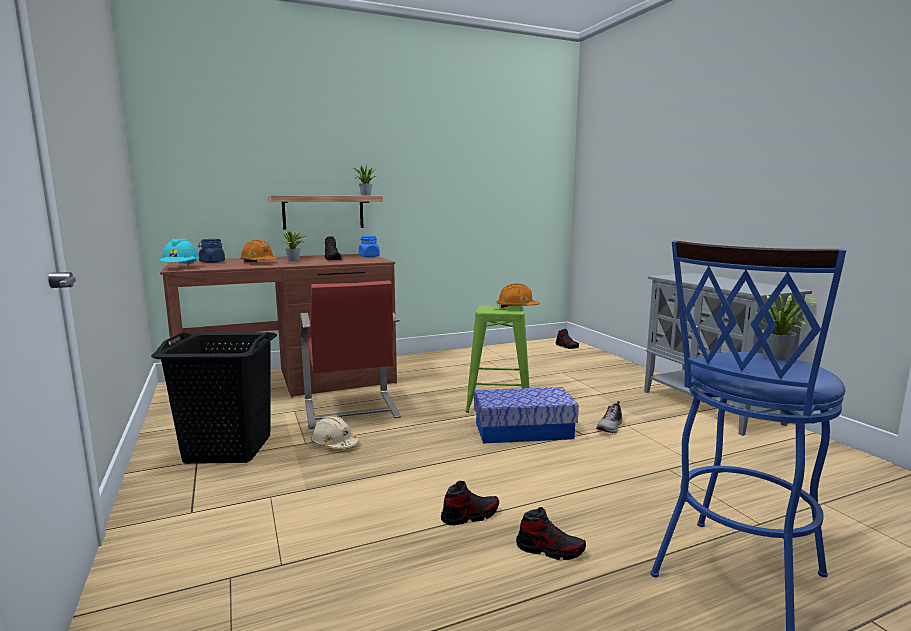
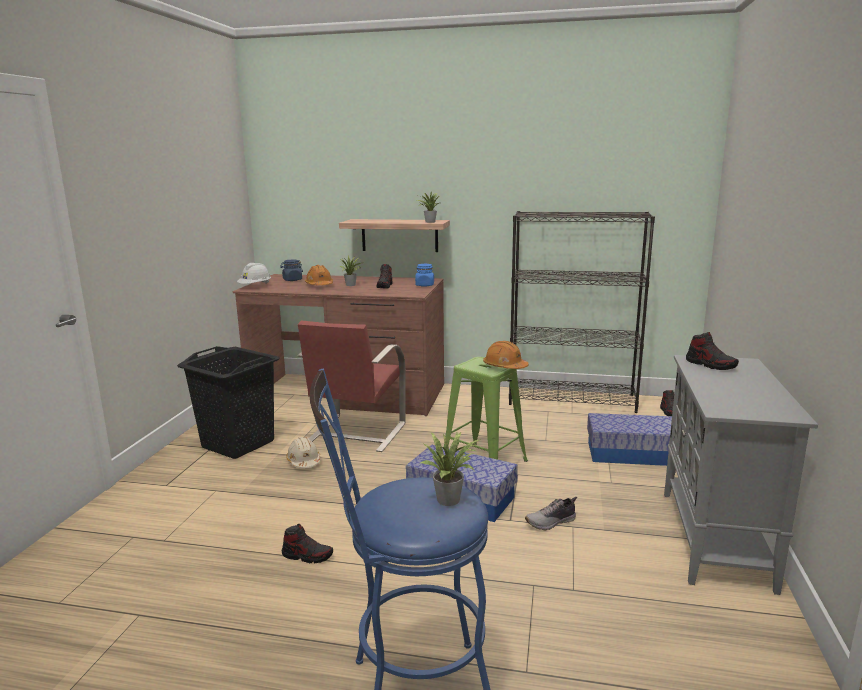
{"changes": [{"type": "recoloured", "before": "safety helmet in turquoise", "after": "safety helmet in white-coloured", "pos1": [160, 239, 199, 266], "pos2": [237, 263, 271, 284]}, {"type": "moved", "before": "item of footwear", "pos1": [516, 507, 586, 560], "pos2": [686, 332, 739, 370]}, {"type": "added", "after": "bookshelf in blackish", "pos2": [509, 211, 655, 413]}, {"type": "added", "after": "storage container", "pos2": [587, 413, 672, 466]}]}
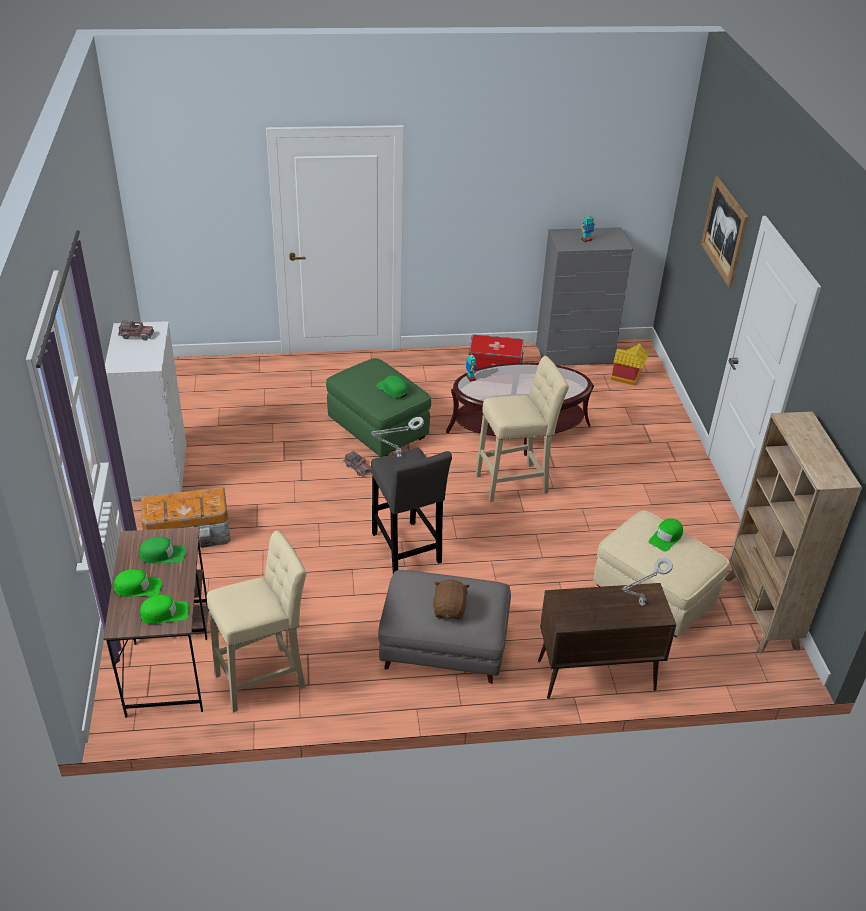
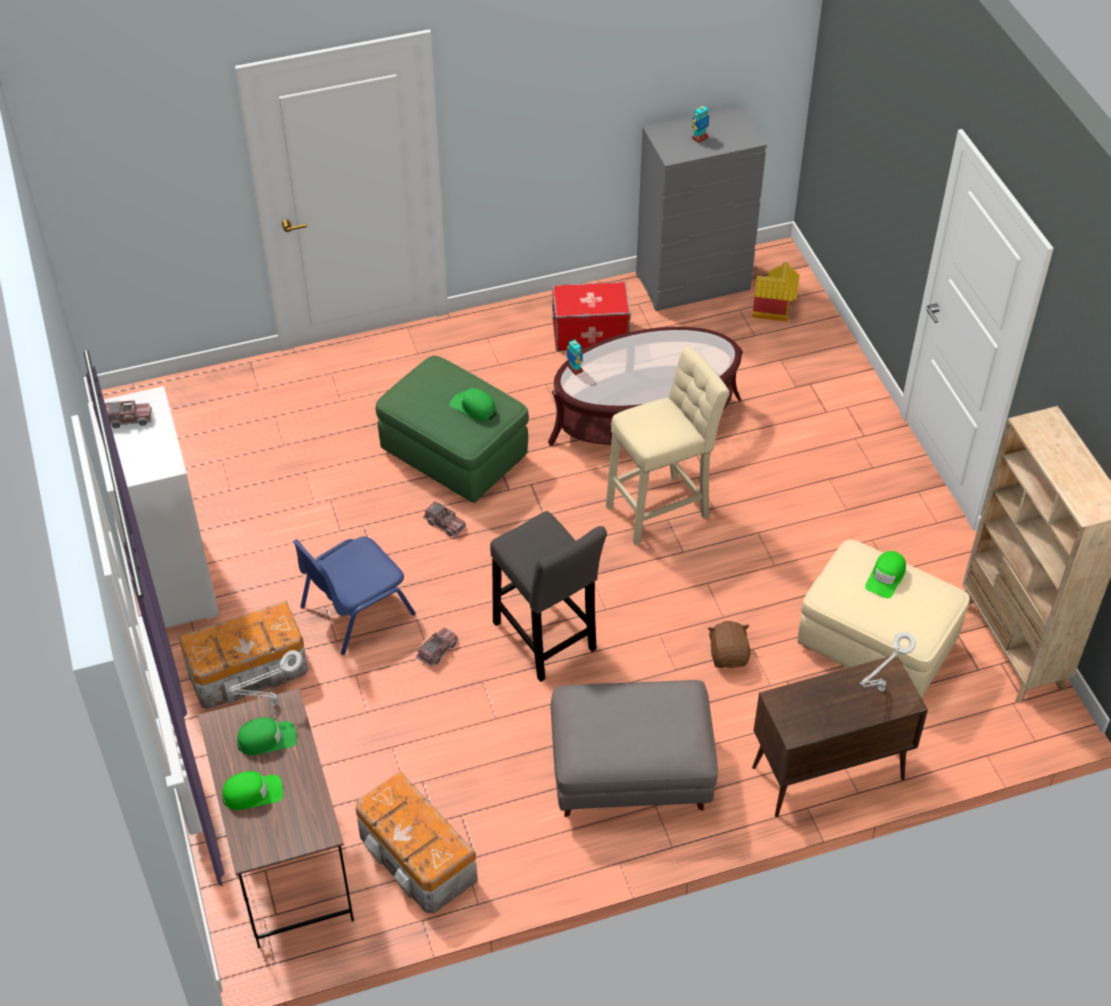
{"changes": [{"type": "removed", "before": "cap in green-coloured", "pos1": [140, 594, 189, 624]}, {"type": "replaced", "before": "sitting stool in beige-coloured", "after": "storage container", "pos1": [207, 530, 306, 713], "pos2": [356, 771, 478, 913]}, {"type": "moved", "before": "lamp for a table in grey", "pos1": [371, 417, 424, 457], "pos2": [229, 650, 302, 706]}, {"type": "moved", "before": "cuddly toy in brown", "pos1": [433, 579, 470, 620], "pos2": [708, 621, 751, 668]}, {"type": "removed", "before": "wall picture", "pos1": [701, 177, 748, 288]}, {"type": "added", "after": "plain chair in blue-coloured", "pos2": [293, 537, 416, 655]}, {"type": "added", "after": "toy lorry", "pos2": [416, 628, 458, 667]}]}
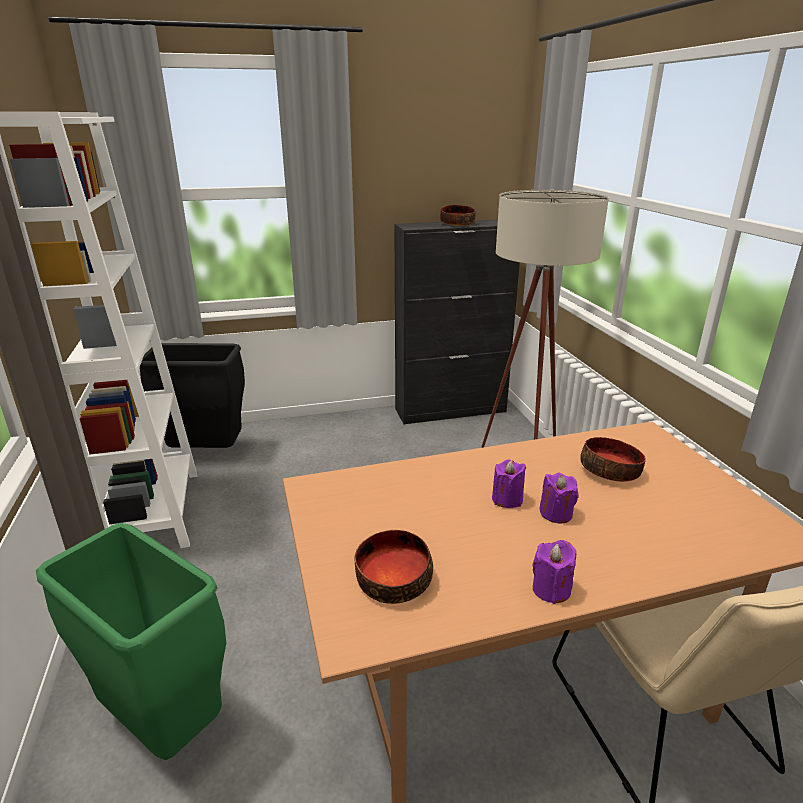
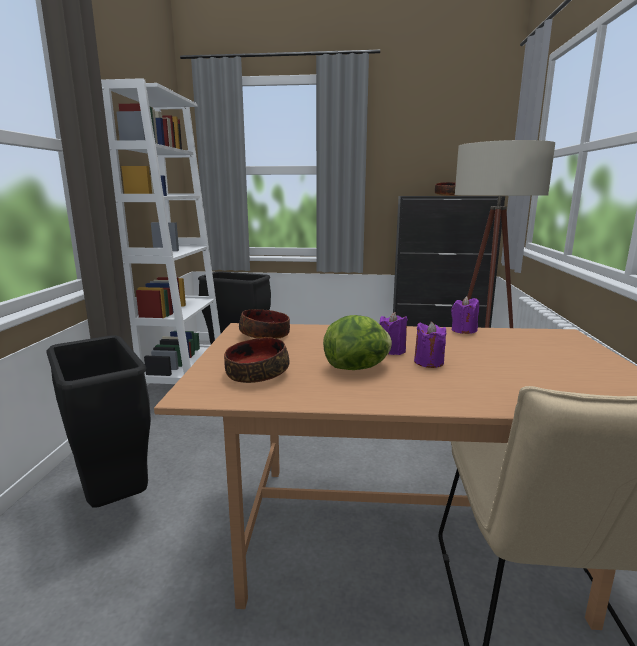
{"changes": [{"type": "recoloured", "before": "trash can in green-coloured", "after": "trash can in blackish", "pos1": [36, 523, 226, 760], "pos2": [47, 335, 151, 508]}, {"type": "moved", "before": "candle in purplish", "pos1": [533, 540, 576, 604], "pos2": [451, 296, 479, 334]}, {"type": "moved", "before": "bowl", "pos1": [580, 437, 646, 482], "pos2": [239, 309, 290, 339]}, {"type": "added", "after": "lettuce", "pos2": [323, 315, 392, 370]}]}
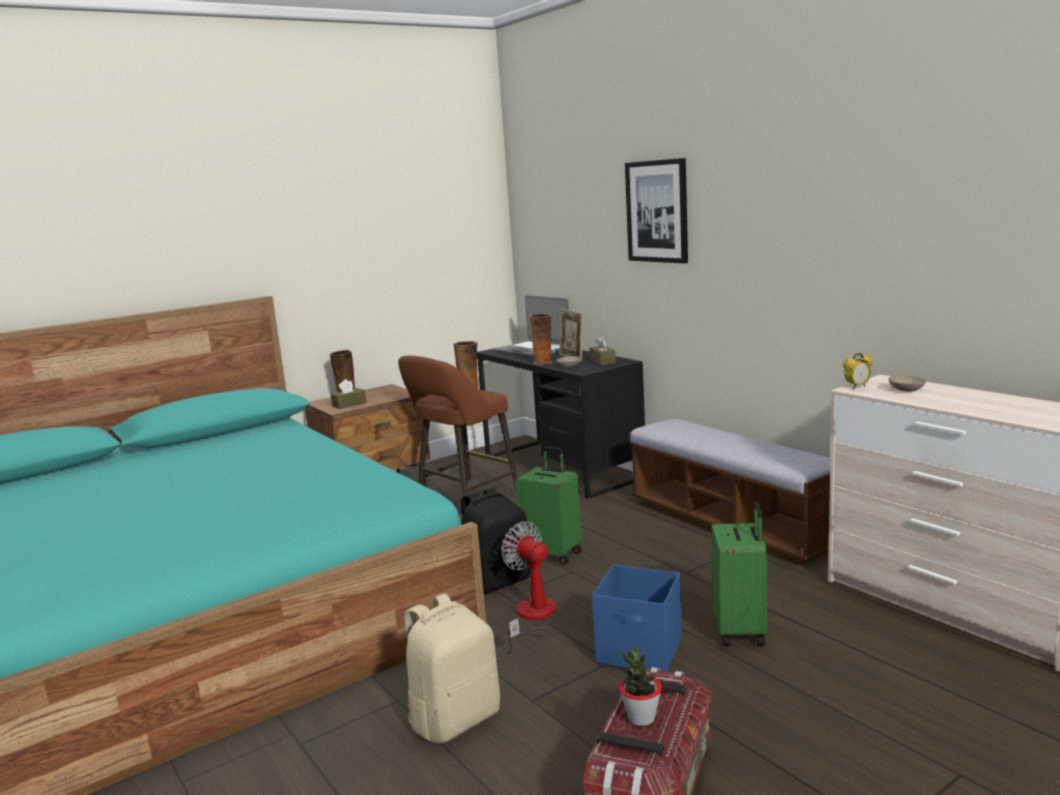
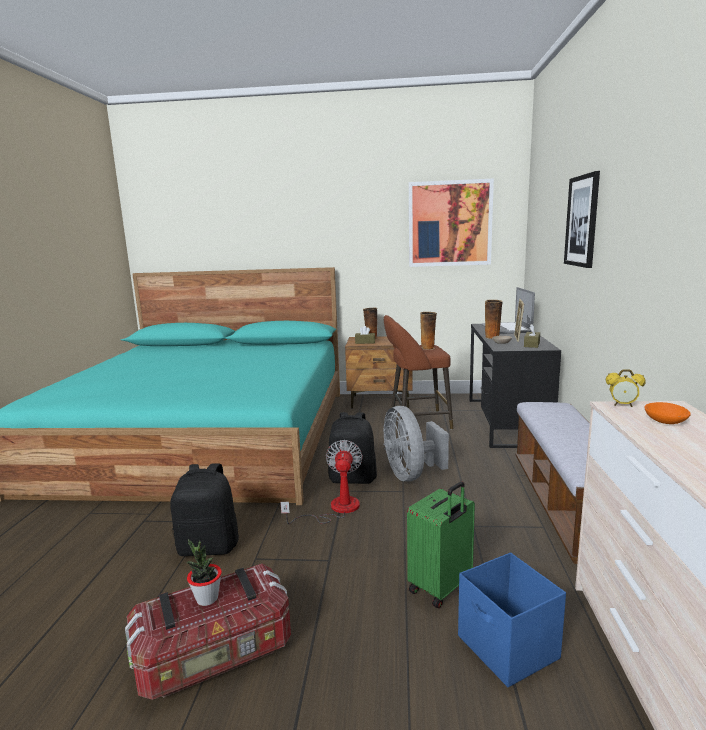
{"changes": [{"type": "recoloured", "before": "rucksack in beige-coloured", "after": "rucksack in blackish", "pos1": [404, 593, 500, 744], "pos2": [170, 463, 239, 556]}, {"type": "replaced", "before": "piece of luggage in green-coloured", "after": "cooling fan in grey", "pos1": [515, 446, 582, 564], "pos2": [383, 406, 449, 482]}, {"type": "moved", "before": "storage container in blue-coloured", "pos1": [592, 565, 682, 672], "pos2": [458, 553, 566, 687]}, {"type": "recoloured", "before": "bowl in beige-coloured", "after": "bowl in orange", "pos1": [888, 375, 926, 392], "pos2": [645, 402, 691, 424]}, {"type": "added", "after": "wall picture", "pos2": [409, 179, 494, 267]}]}
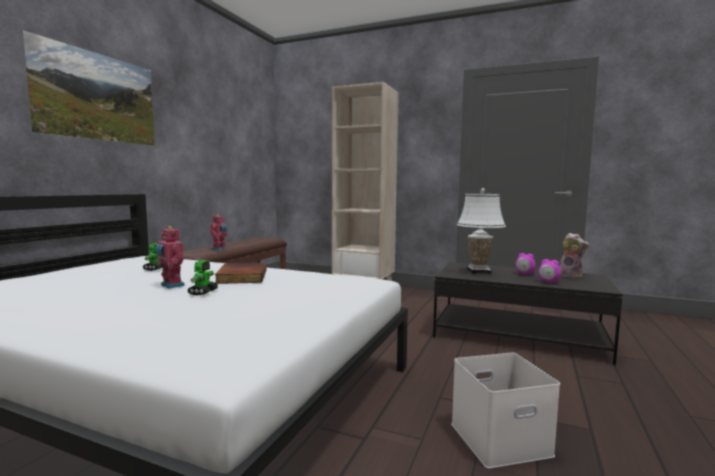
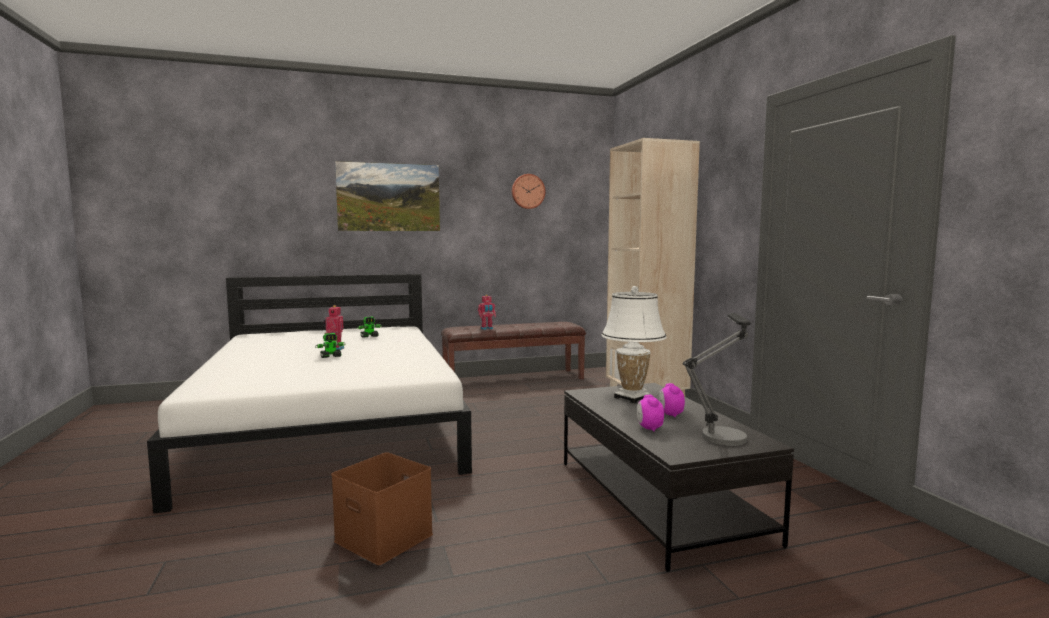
{"changes": [{"type": "removed", "before": "bound book", "pos1": [215, 263, 266, 284]}, {"type": "recoloured", "before": "storage container in white-coloured", "after": "storage container in brown", "pos1": [451, 353, 560, 468], "pos2": [331, 452, 433, 565]}, {"type": "replaced", "before": "cuddly toy", "after": "lamp for a table", "pos1": [560, 233, 589, 278], "pos2": [683, 313, 751, 446]}, {"type": "added", "after": "hanging clock", "pos2": [512, 174, 545, 209]}]}
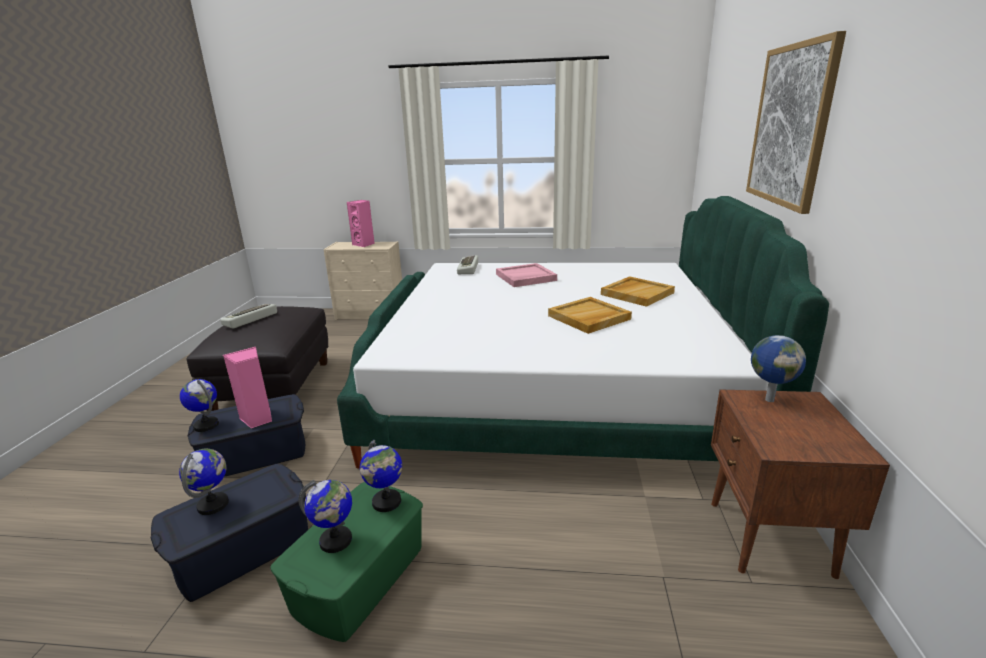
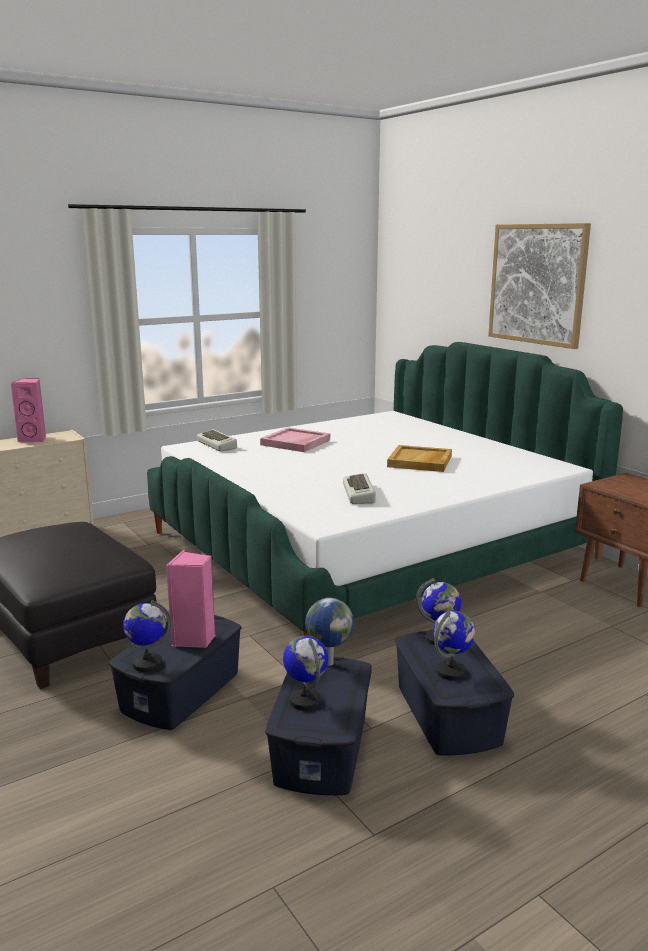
{"changes": [{"type": "moved", "before": "keyboard", "pos1": [221, 304, 277, 328], "pos2": [343, 473, 376, 504]}, {"type": "recoloured", "before": "storage container in green-coloured", "after": "storage container in blue-coloured", "pos1": [270, 482, 423, 642], "pos2": [395, 631, 514, 755]}, {"type": "removed", "before": "serving tray in beige-coloured", "pos1": [601, 276, 675, 307]}, {"type": "moved", "before": "world globe", "pos1": [751, 335, 806, 402], "pos2": [305, 598, 354, 666]}]}
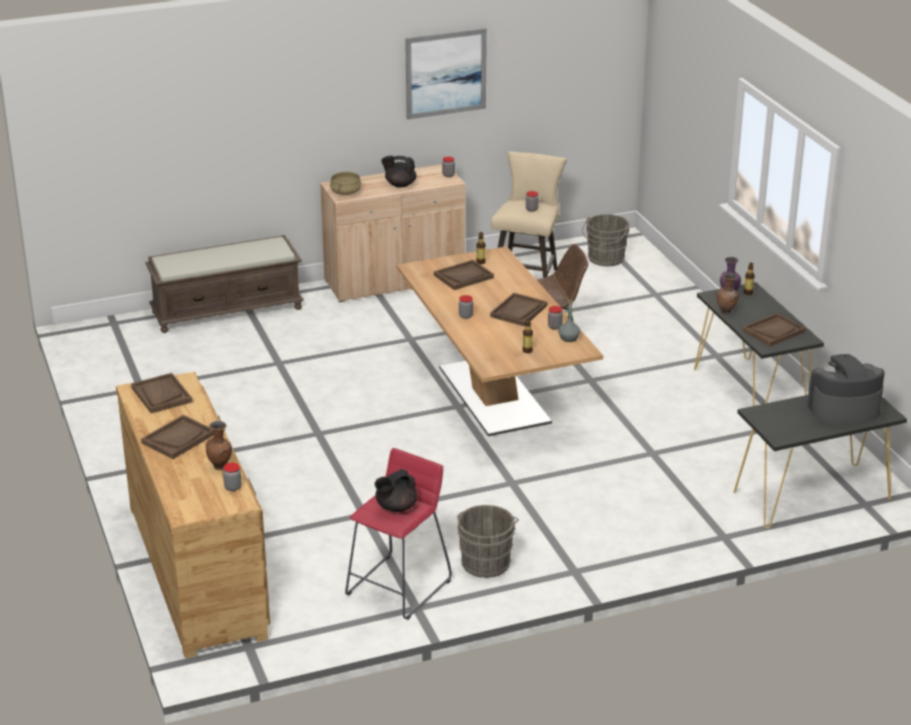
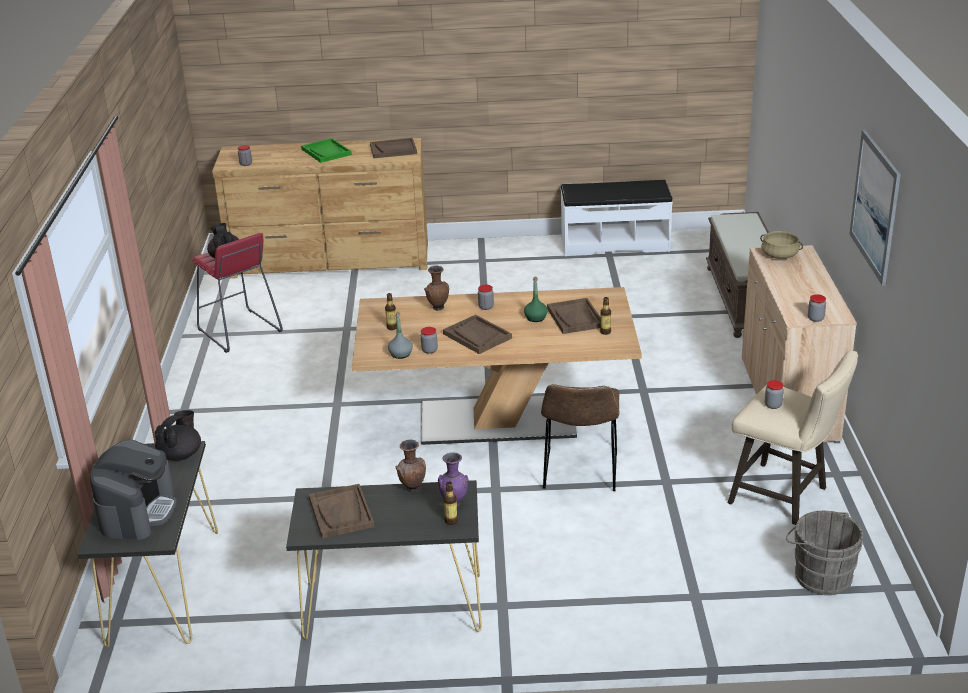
{"changes": [{"type": "recoloured", "before": "serving tray in brown", "after": "serving tray in green-coloured", "pos1": [141, 415, 213, 459], "pos2": [301, 138, 352, 163]}, {"type": "moved", "before": "vase in brown", "pos1": [206, 421, 232, 470], "pos2": [424, 266, 449, 311]}, {"type": "moved", "before": "teapot in blackish", "pos1": [381, 156, 416, 188], "pos2": [155, 410, 201, 461]}, {"type": "removed", "before": "pail in grey", "pos1": [457, 505, 519, 578]}, {"type": "added", "after": "drink bottle in green-coloured", "pos2": [524, 277, 548, 322]}, {"type": "added", "after": "bench in white-coloured", "pos2": [561, 180, 673, 256]}]}
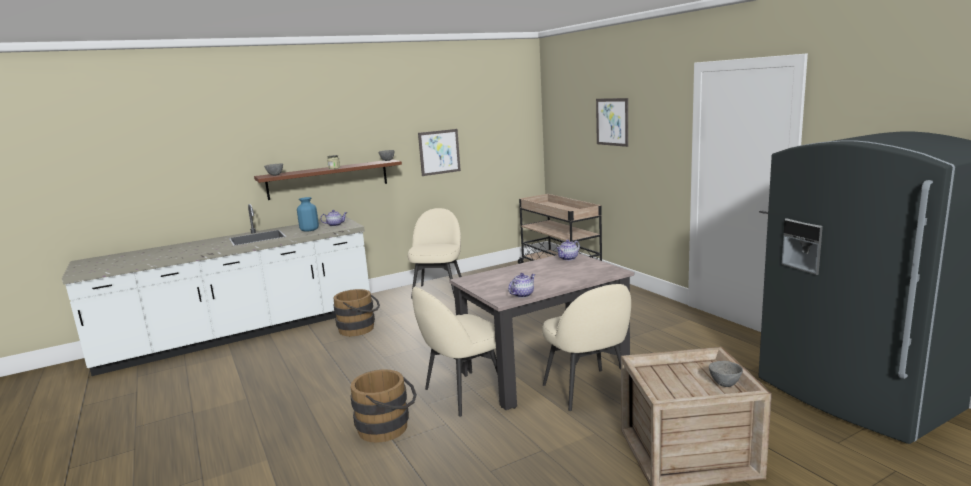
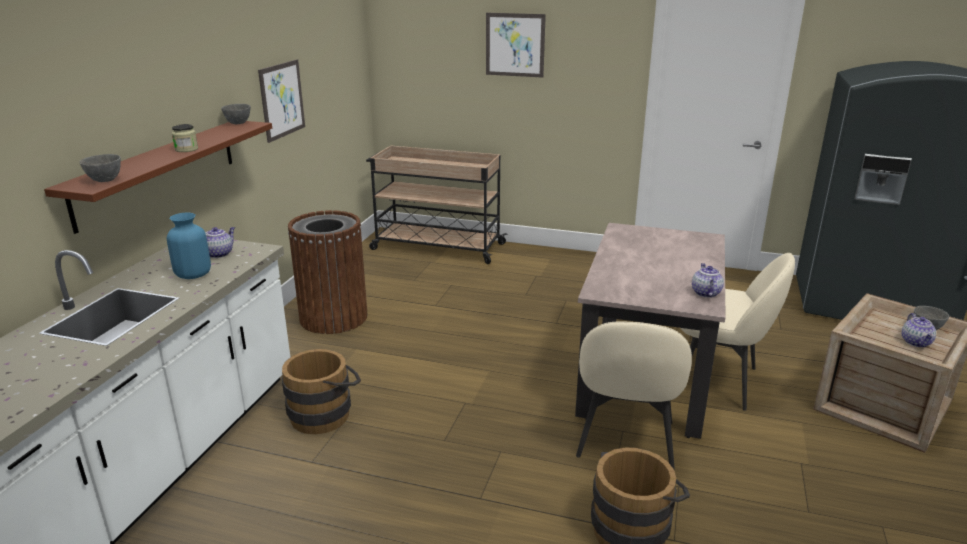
{"changes": [{"type": "replaced", "before": "plain chair in beige-coloured", "after": "trash can in brown", "pos1": [408, 208, 462, 299], "pos2": [288, 210, 368, 334]}, {"type": "moved", "before": "teapot", "pos1": [556, 240, 580, 260], "pos2": [901, 313, 936, 347]}]}
